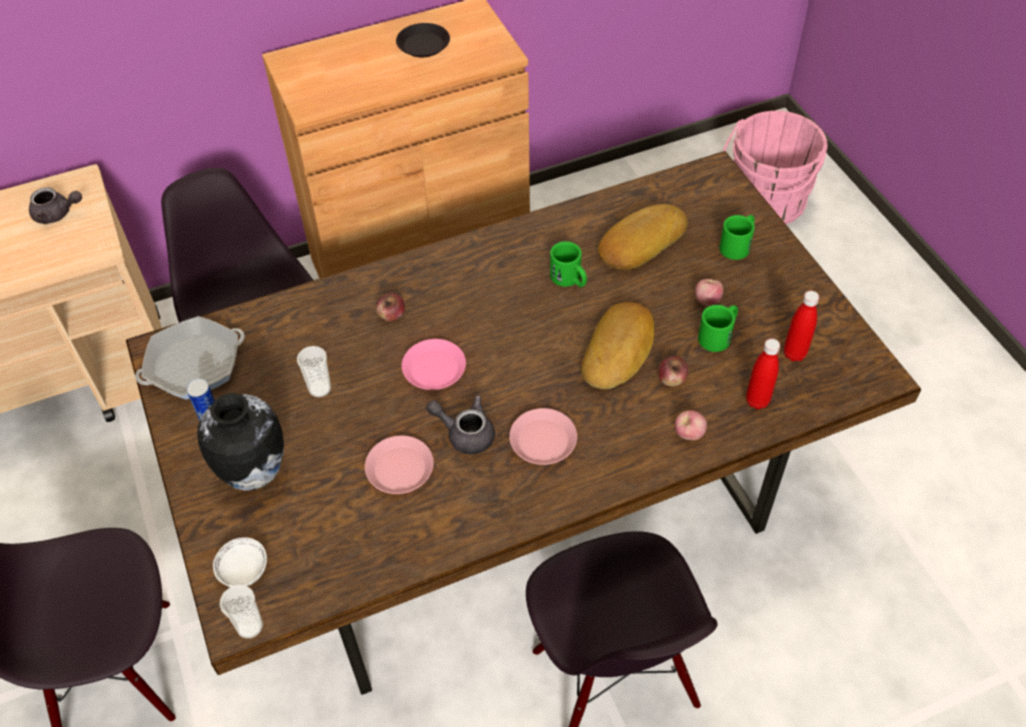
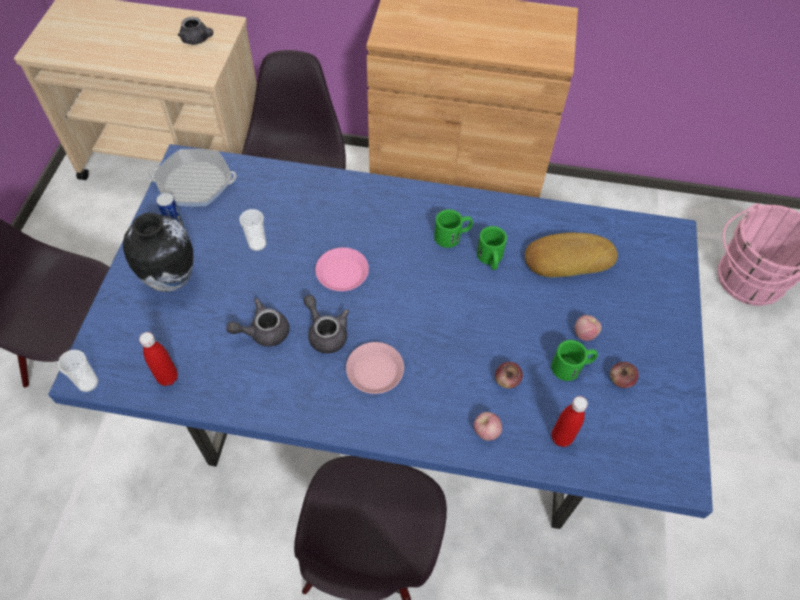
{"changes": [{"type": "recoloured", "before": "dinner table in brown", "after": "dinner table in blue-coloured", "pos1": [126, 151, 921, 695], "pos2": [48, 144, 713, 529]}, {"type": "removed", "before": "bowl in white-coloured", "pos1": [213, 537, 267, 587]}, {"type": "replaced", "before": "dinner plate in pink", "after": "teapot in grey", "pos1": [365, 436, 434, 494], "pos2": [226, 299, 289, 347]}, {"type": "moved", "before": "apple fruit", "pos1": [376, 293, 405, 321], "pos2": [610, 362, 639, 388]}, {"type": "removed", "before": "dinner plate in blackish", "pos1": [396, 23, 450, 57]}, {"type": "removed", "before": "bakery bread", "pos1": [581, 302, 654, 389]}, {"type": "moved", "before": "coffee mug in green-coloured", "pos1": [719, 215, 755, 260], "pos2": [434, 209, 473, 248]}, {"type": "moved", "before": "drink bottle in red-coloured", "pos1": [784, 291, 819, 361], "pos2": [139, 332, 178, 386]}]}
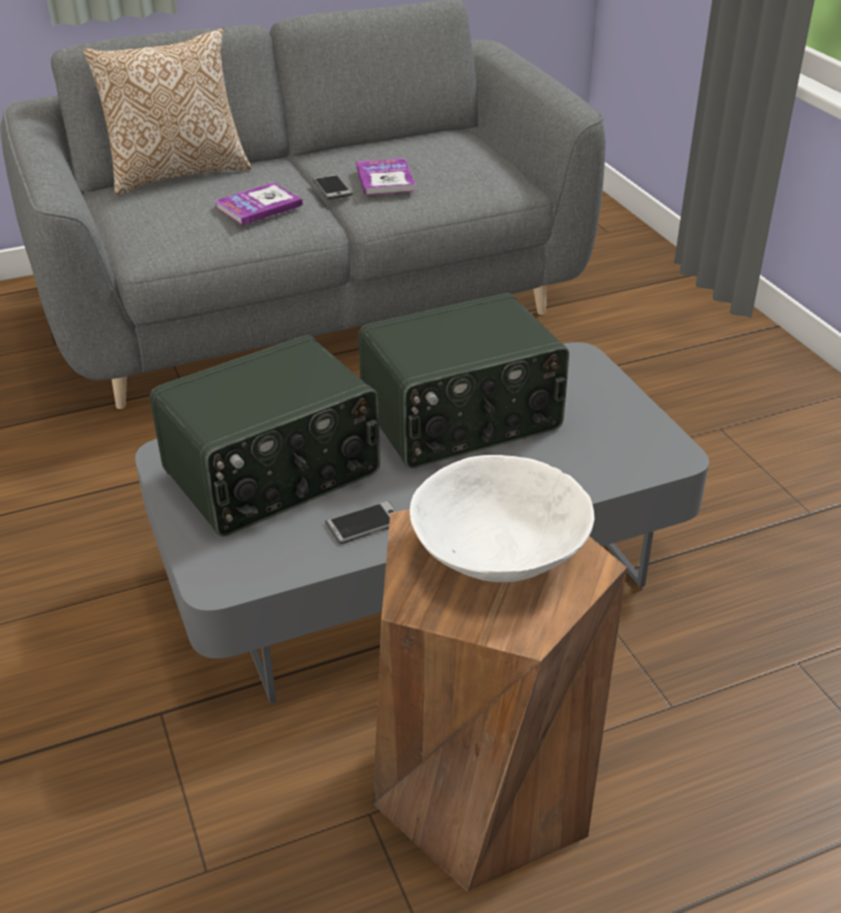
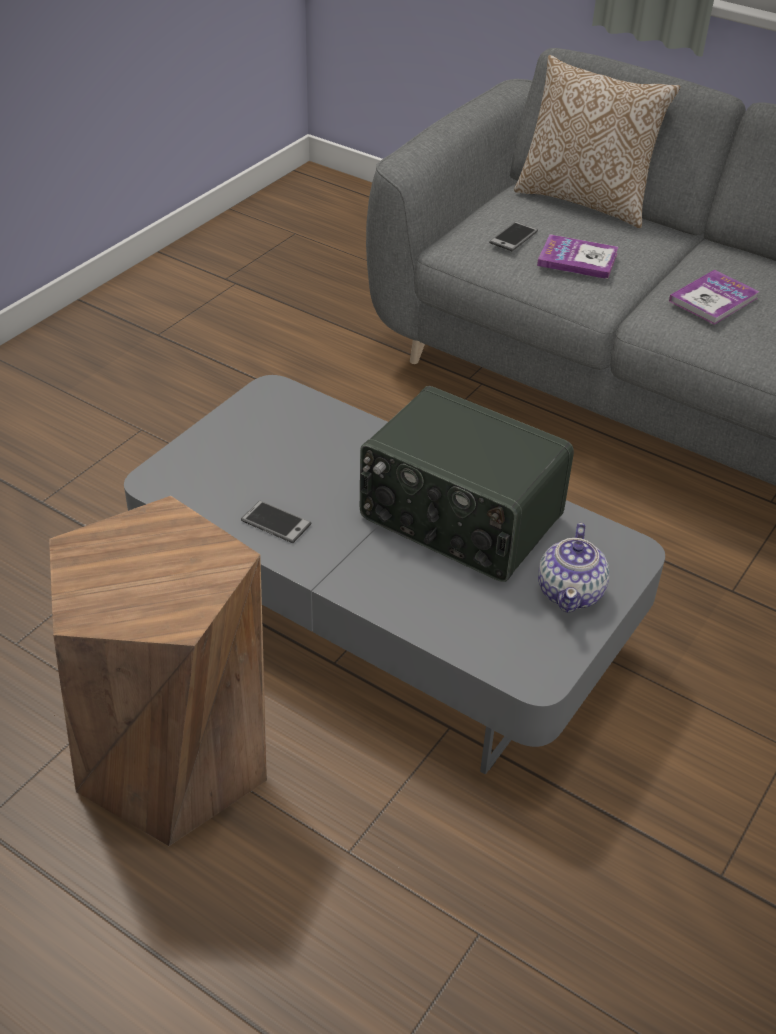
{"changes": [{"type": "removed", "before": "radio", "pos1": [150, 335, 380, 536]}, {"type": "moved", "before": "telephone", "pos1": [312, 174, 353, 200], "pos2": [489, 222, 538, 251]}, {"type": "removed", "before": "bowl in white-coloured", "pos1": [410, 455, 594, 582]}, {"type": "added", "after": "teapot", "pos2": [538, 523, 609, 613]}]}
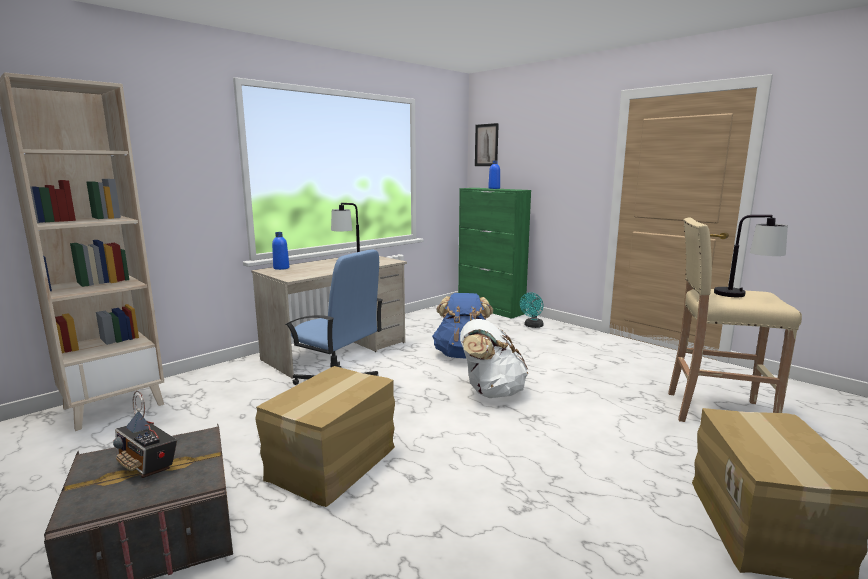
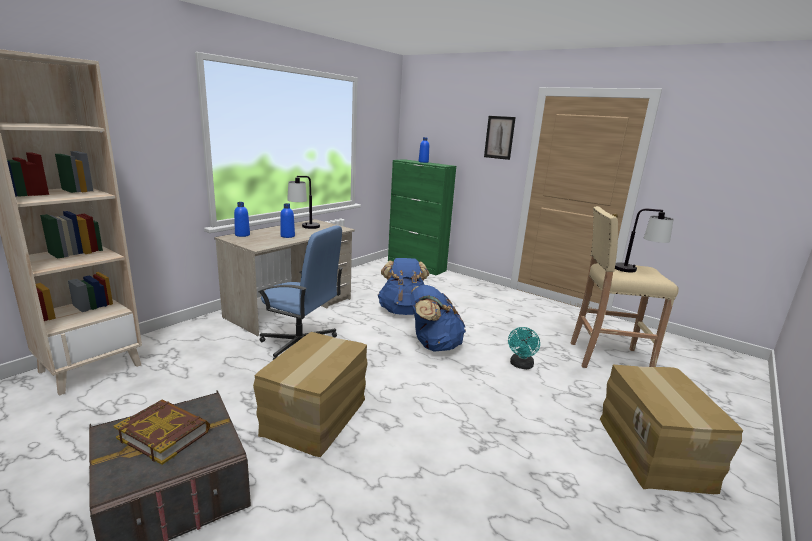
{"changes": [{"type": "replaced", "before": "radio", "after": "bound book", "pos1": [113, 391, 177, 478], "pos2": [114, 400, 210, 465]}, {"type": "recoloured", "before": "rucksack in white-coloured", "after": "rucksack in blue-coloured", "pos1": [460, 319, 528, 398], "pos2": [410, 285, 466, 352]}, {"type": "moved", "before": "wall picture", "pos1": [475, 123, 499, 166], "pos2": [484, 116, 516, 160]}, {"type": "moved", "before": "cooling fan in turquoise", "pos1": [520, 292, 543, 328], "pos2": [508, 327, 540, 369]}, {"type": "added", "after": "drink bottle in blue-coloured", "pos2": [280, 203, 295, 238]}]}
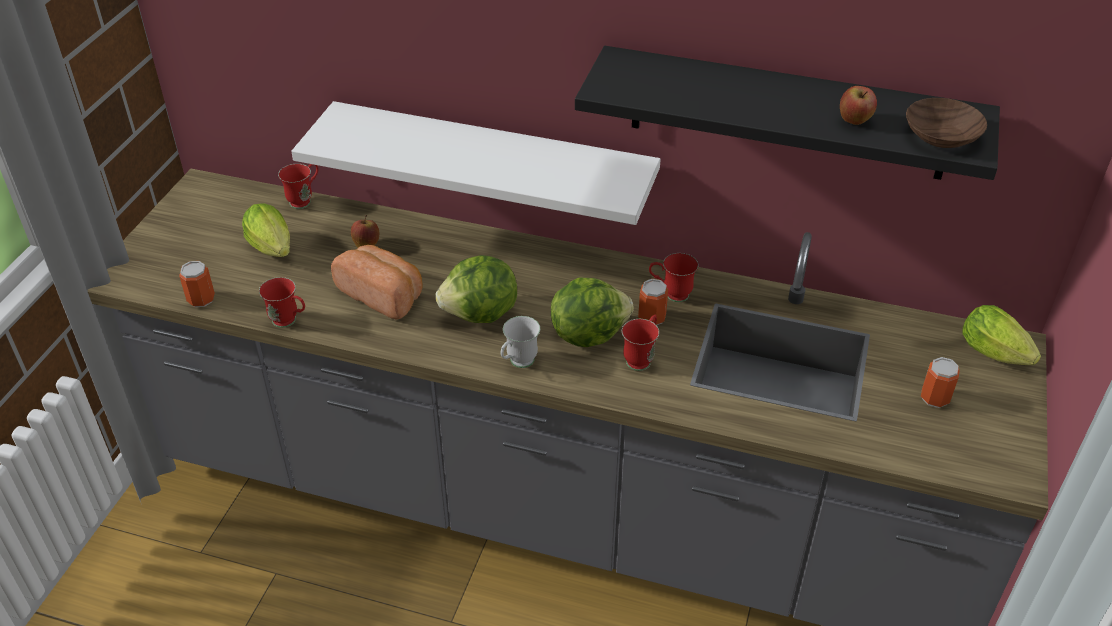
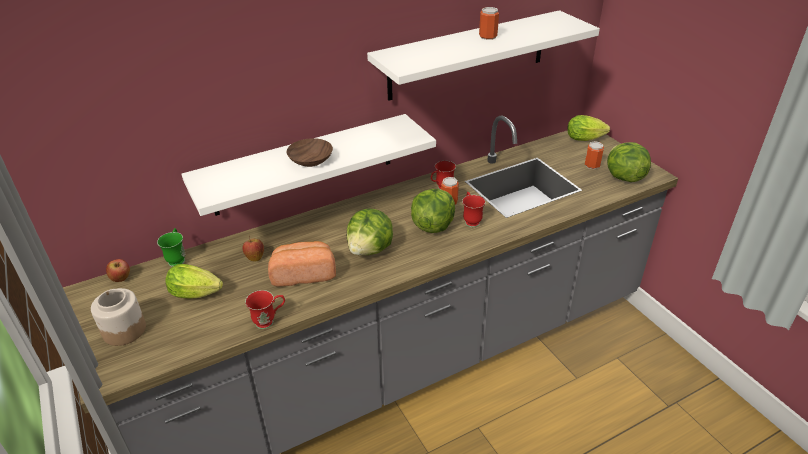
{"changes": [{"type": "moved", "before": "can", "pos1": [179, 261, 215, 307], "pos2": [479, 7, 499, 40]}, {"type": "recoloured", "before": "coffee mug in red-coloured", "after": "coffee mug in green-coloured", "pos1": [278, 164, 318, 209], "pos2": [157, 228, 185, 267]}, {"type": "removed", "before": "coffee mug in white-coloured", "pos1": [500, 316, 540, 368]}, {"type": "recoloured", "before": "wall shelf in blackish", "after": "wall shelf in white-coloured", "pos1": [575, 46, 1000, 180], "pos2": [367, 10, 600, 101]}, {"type": "moved", "before": "apple fruit", "pos1": [840, 86, 877, 125], "pos2": [106, 259, 130, 282]}, {"type": "moved", "before": "bowl in brown", "pos1": [906, 98, 987, 148], "pos2": [286, 138, 333, 167]}, {"type": "added", "after": "jar", "pos2": [91, 288, 146, 346]}, {"type": "added", "after": "lettuce", "pos2": [607, 142, 651, 182]}]}
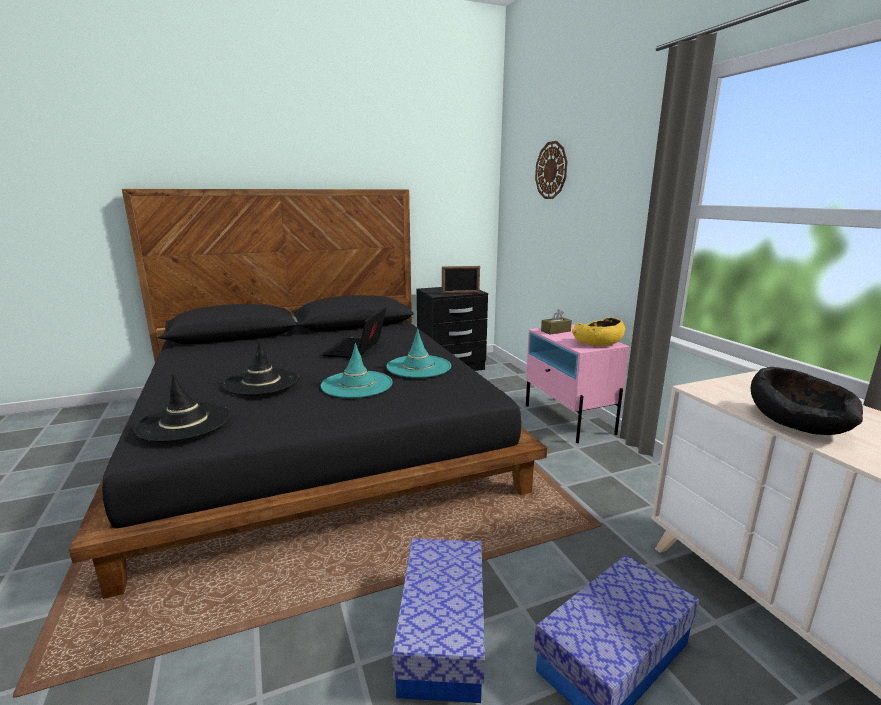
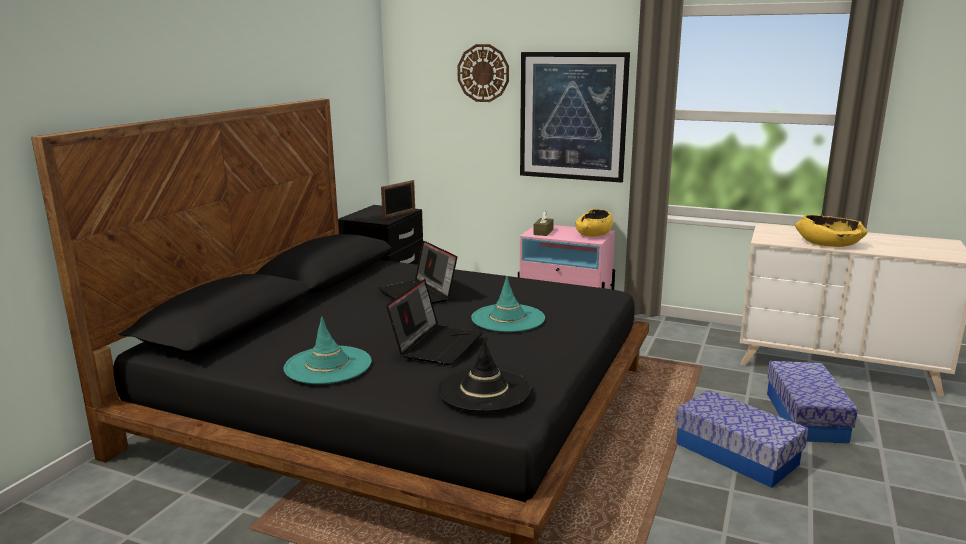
{"changes": [{"type": "replaced", "before": "clothing hat in blackish", "after": "laptop", "pos1": [223, 340, 298, 396], "pos2": [386, 279, 483, 365]}, {"type": "moved", "before": "clothing hat in turquoise", "pos1": [386, 328, 451, 378], "pos2": [284, 316, 371, 384]}, {"type": "recoloured", "before": "bowl in blackish", "after": "bowl in yellowish", "pos1": [751, 367, 863, 435], "pos2": [795, 215, 867, 247]}, {"type": "added", "after": "wall picture", "pos2": [520, 52, 630, 183]}]}
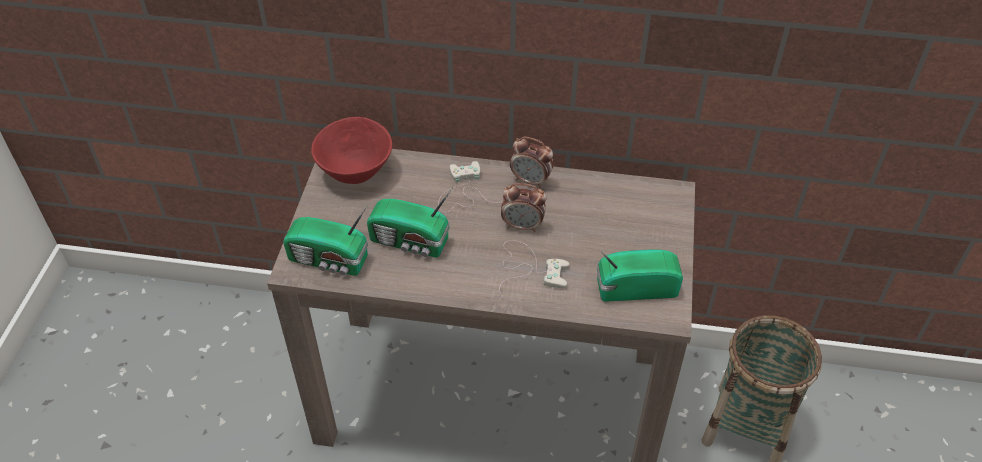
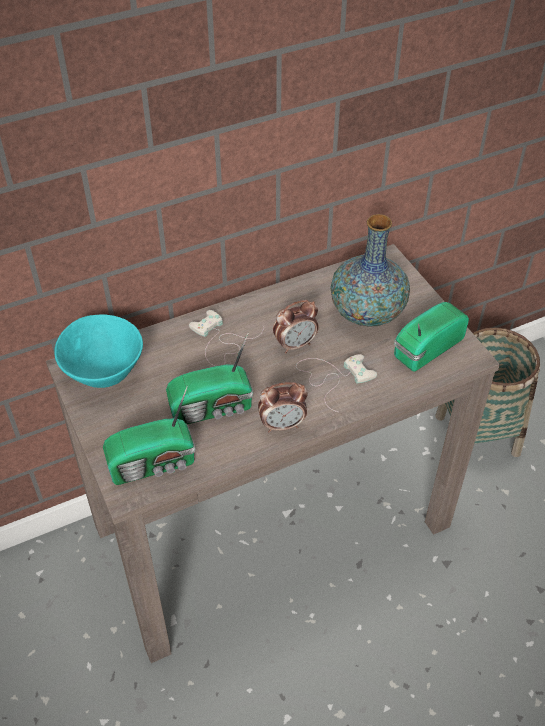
{"changes": [{"type": "recoloured", "before": "bowl in red-coloured", "after": "bowl in turquoise", "pos1": [311, 117, 392, 184], "pos2": [54, 315, 143, 388]}, {"type": "moved", "before": "bedside clock", "pos1": [510, 137, 554, 188], "pos2": [258, 382, 308, 433]}, {"type": "added", "after": "vase", "pos2": [330, 214, 410, 327]}]}
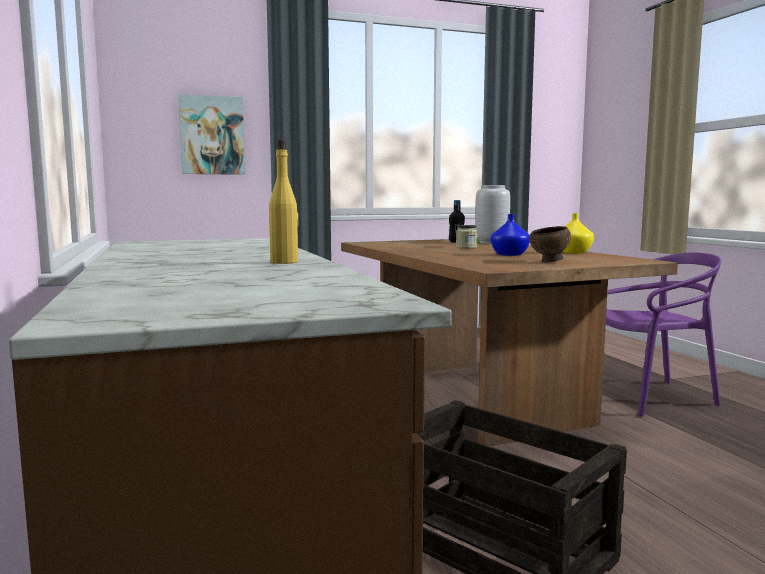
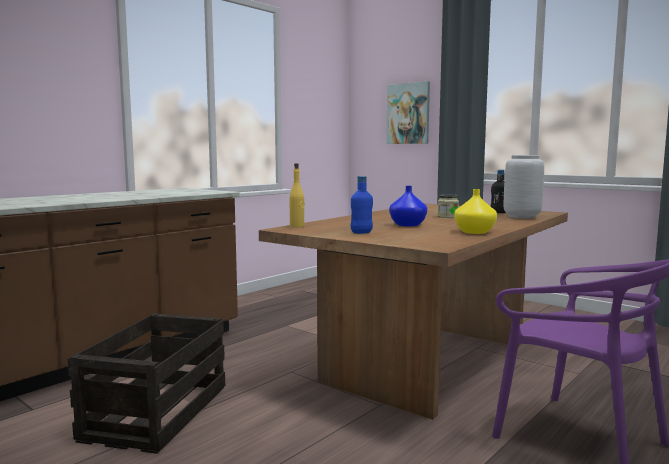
{"changes": [{"type": "moved", "before": "drink bottle in yellowish", "pos1": [269, 139, 298, 264], "pos2": [290, 163, 305, 227]}, {"type": "replaced", "before": "bowl in brown", "after": "drink bottle in blue-coloured", "pos1": [529, 226, 571, 263], "pos2": [351, 176, 373, 234]}]}
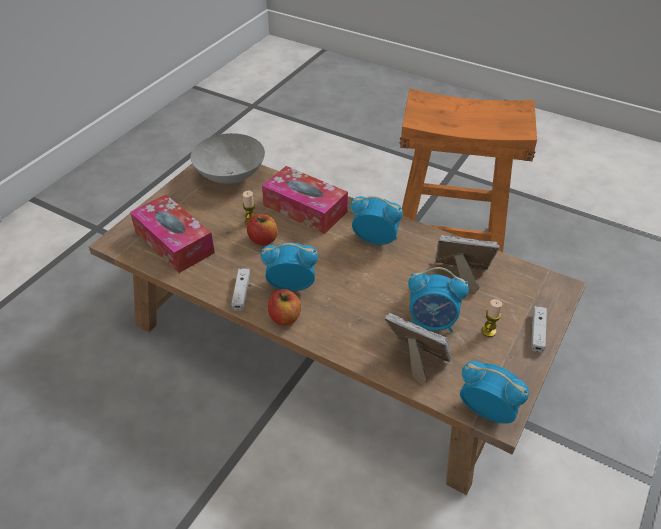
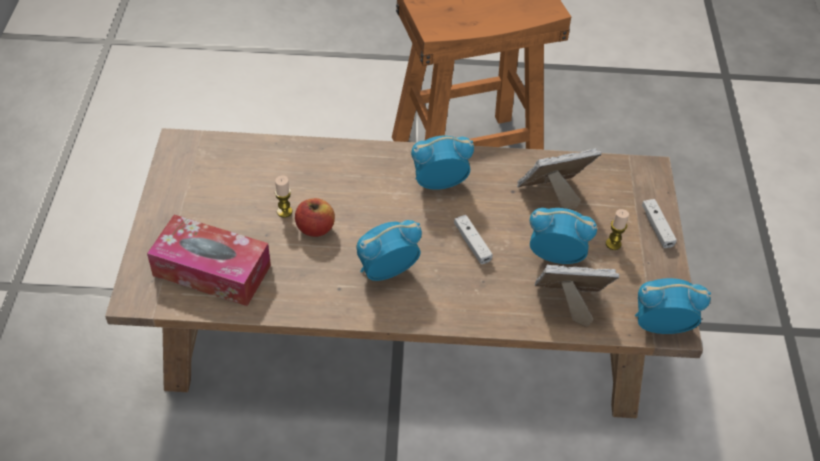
{"changes": [{"type": "removed", "before": "bowl in grey", "pos1": [191, 133, 265, 184]}, {"type": "moved", "before": "game controller in white-coloured", "pos1": [231, 268, 250, 311], "pos2": [454, 215, 493, 264]}, {"type": "removed", "before": "box of tissues", "pos1": [262, 166, 348, 234]}, {"type": "removed", "before": "apple fruit", "pos1": [268, 289, 301, 326]}, {"type": "turned", "before": "bedside clock", "pos1": [408, 267, 469, 332], "pos2": [530, 208, 597, 264], "turn": -150}]}
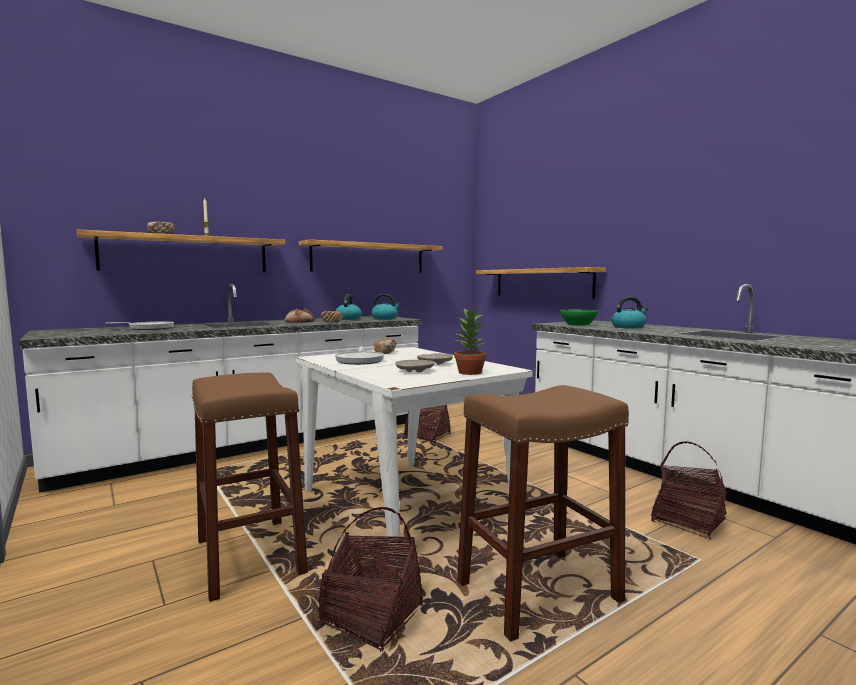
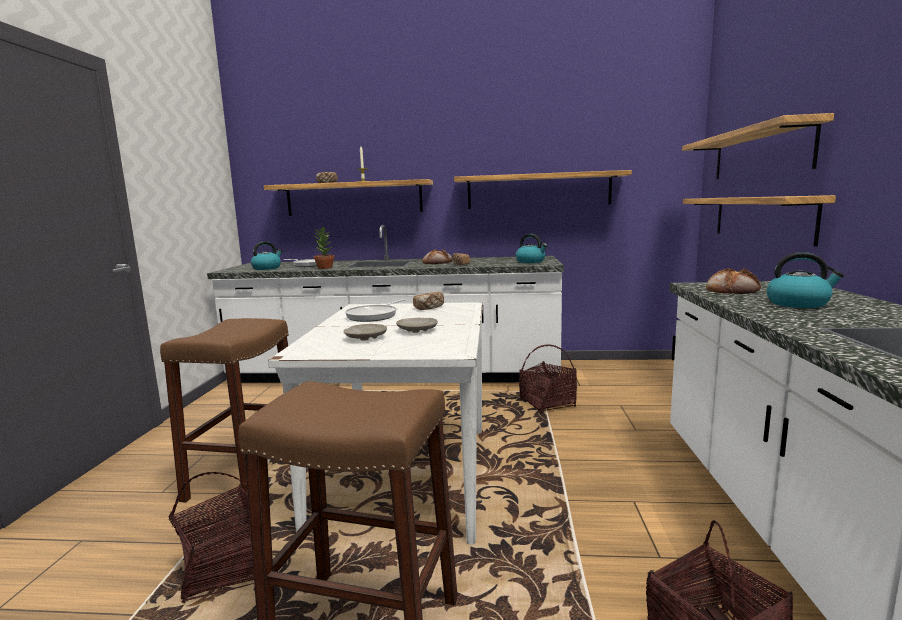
{"changes": [{"type": "moved", "before": "tea kettle", "pos1": [336, 294, 362, 320], "pos2": [251, 241, 283, 270]}, {"type": "moved", "before": "plant in a pot", "pos1": [454, 308, 487, 375], "pos2": [314, 226, 335, 269]}, {"type": "replaced", "before": "bowl in green-coloured", "after": "bakery bread", "pos1": [560, 309, 598, 326], "pos2": [706, 268, 761, 294]}, {"type": "added", "after": "wall shelf", "pos2": [682, 113, 834, 179]}]}
